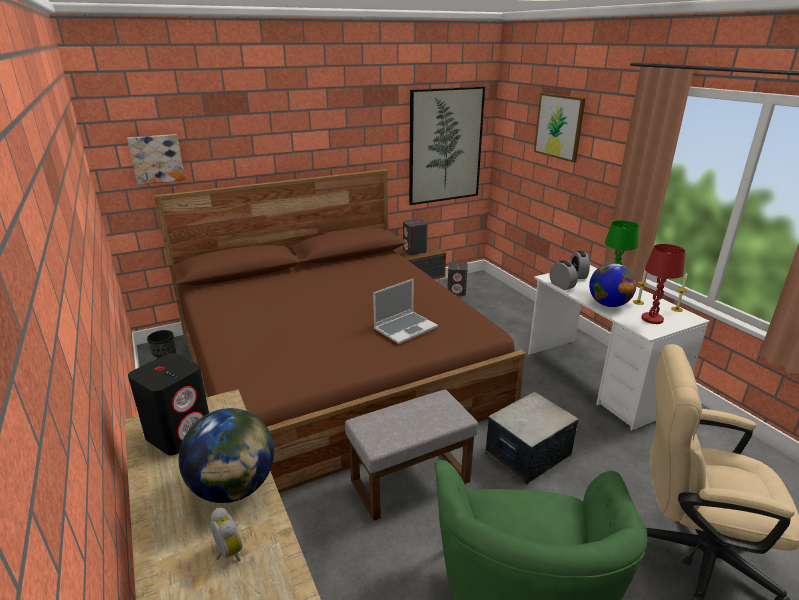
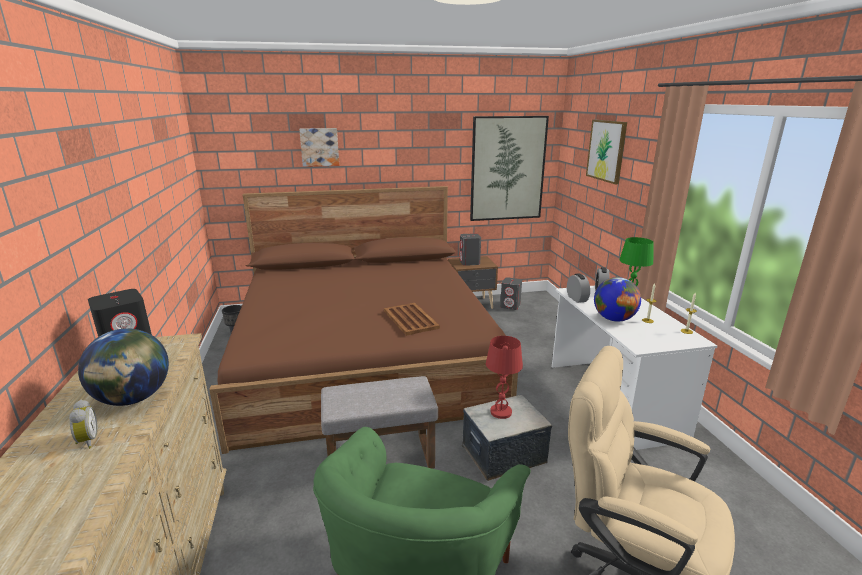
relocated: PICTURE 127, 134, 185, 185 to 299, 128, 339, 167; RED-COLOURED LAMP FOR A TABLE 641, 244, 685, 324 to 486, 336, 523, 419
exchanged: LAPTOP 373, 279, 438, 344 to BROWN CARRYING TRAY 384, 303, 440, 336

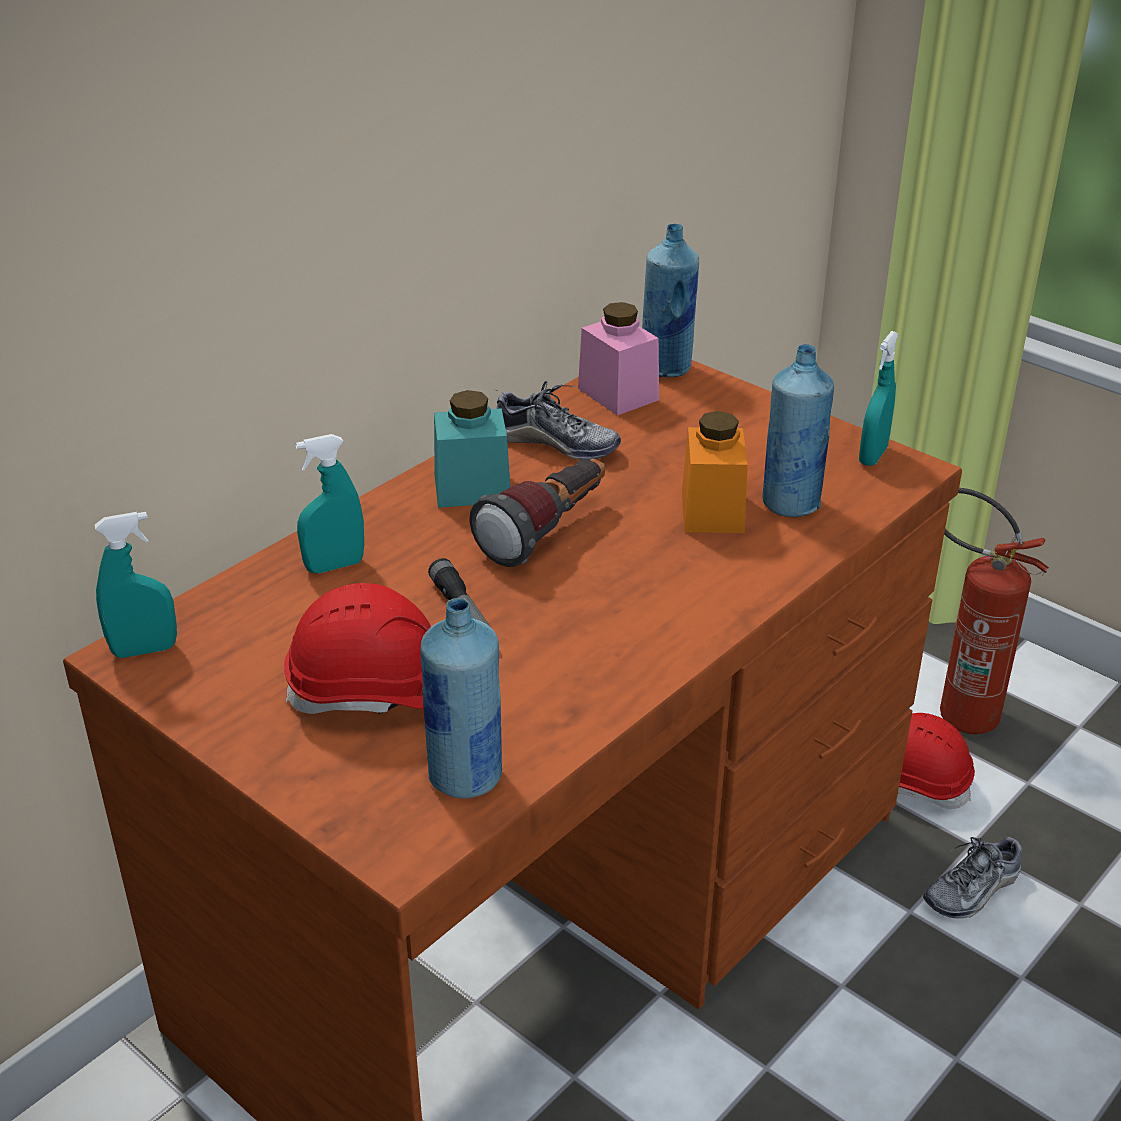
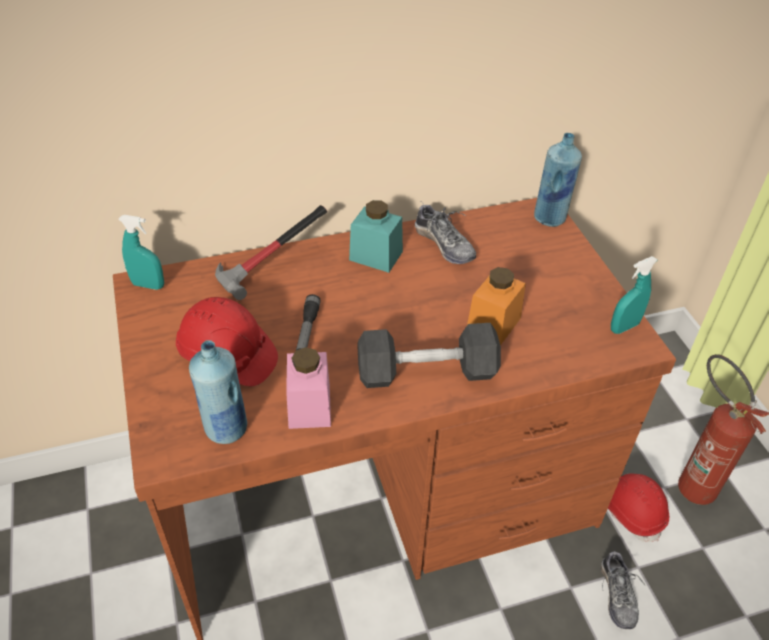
missing: FLASHLIGHT 469, 459, 605, 567; BLUISH DRINK BOTTLE 762, 344, 834, 517
appeared: BLACKISH HAND WEIGHT 357, 323, 501, 388
relocated: PINK-COLOURED STORAGE JAR 578, 302, 659, 415 to 286, 347, 331, 429
exchanged: TURQUOISE-COLOURED SPRAY BOTTLE 295, 434, 364, 573 to HAMMER 215, 205, 327, 300
spun: ITEM OF FOOTWEAR 923, 836, 1022, 919 = 601, 548, 645, 629 90 degrees counterclockwise

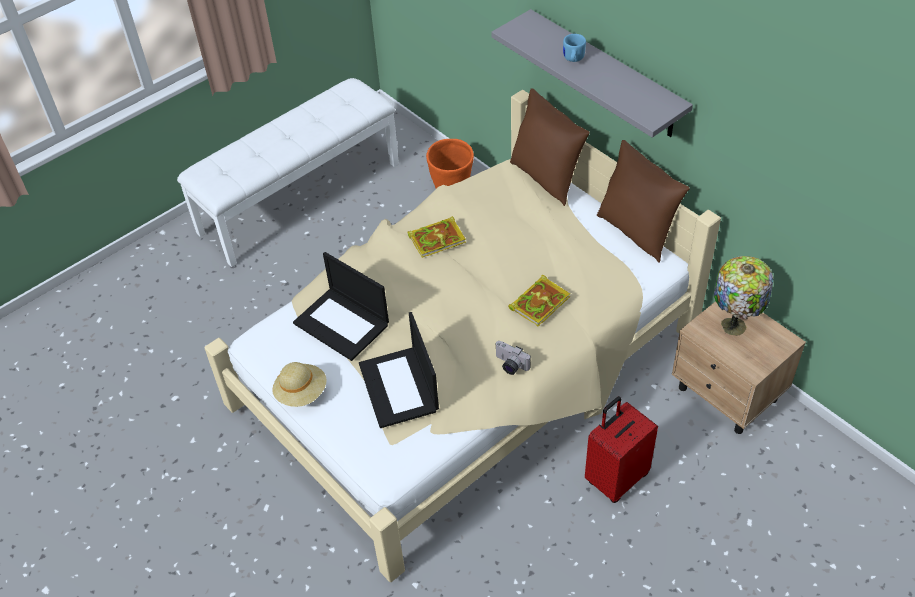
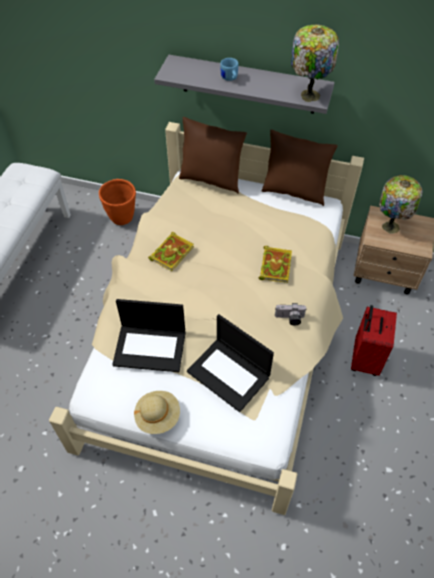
appeared: LAMP FOR A TABLE 291, 24, 339, 102

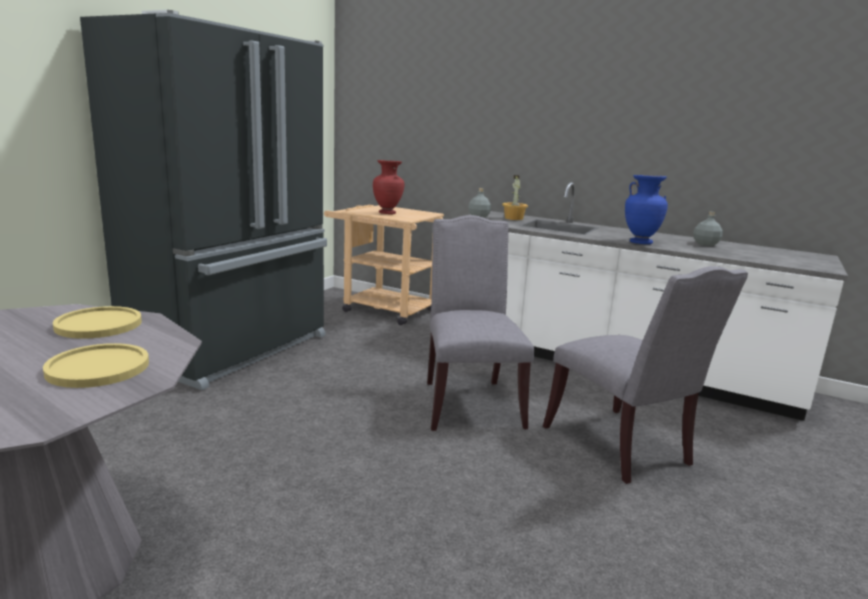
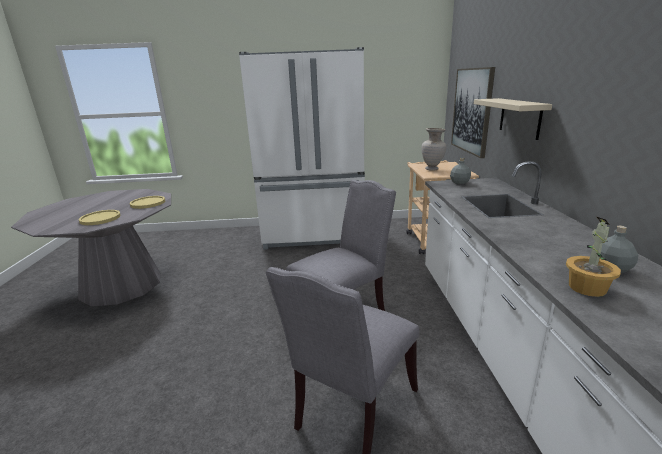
missing: BLUISH FLOWER VASE 625, 175, 668, 244
appeared: PICTURE 451, 67, 495, 158; BEIGE-COLOURED WALL SHELF 474, 98, 552, 140
relocated: POTTED PLANT 502, 175, 528, 220 to 566, 217, 621, 297
colour: BLACKISH REFRIGERATOR 80, 10, 327, 390 to WHITISH REFRIGERATOR 239, 47, 365, 250; RED-COLOURED FLOWER VASE 373, 160, 404, 214 to BEIGE-COLOURED FLOWER VASE 421, 128, 447, 171

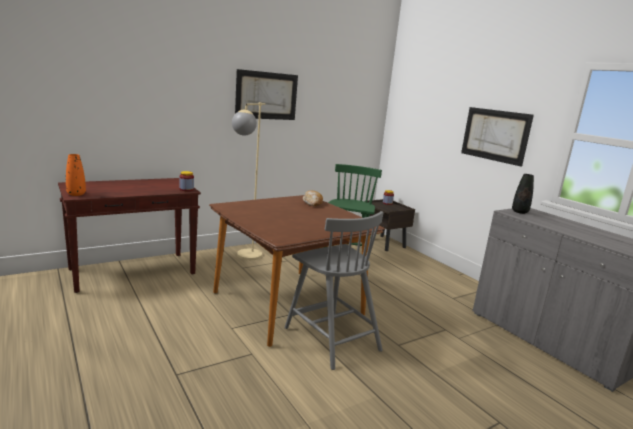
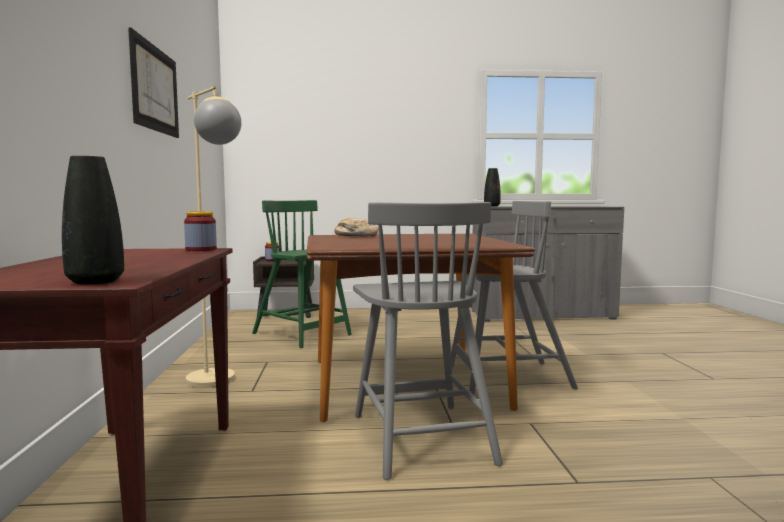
missing: PICTURE 461, 107, 534, 167
appeared: GRAY CHAIR 353, 202, 503, 480
colour: ORANGEY FLOWER VASE 66, 154, 86, 196 to BLACKISH FLOWER VASE 62, 156, 124, 285

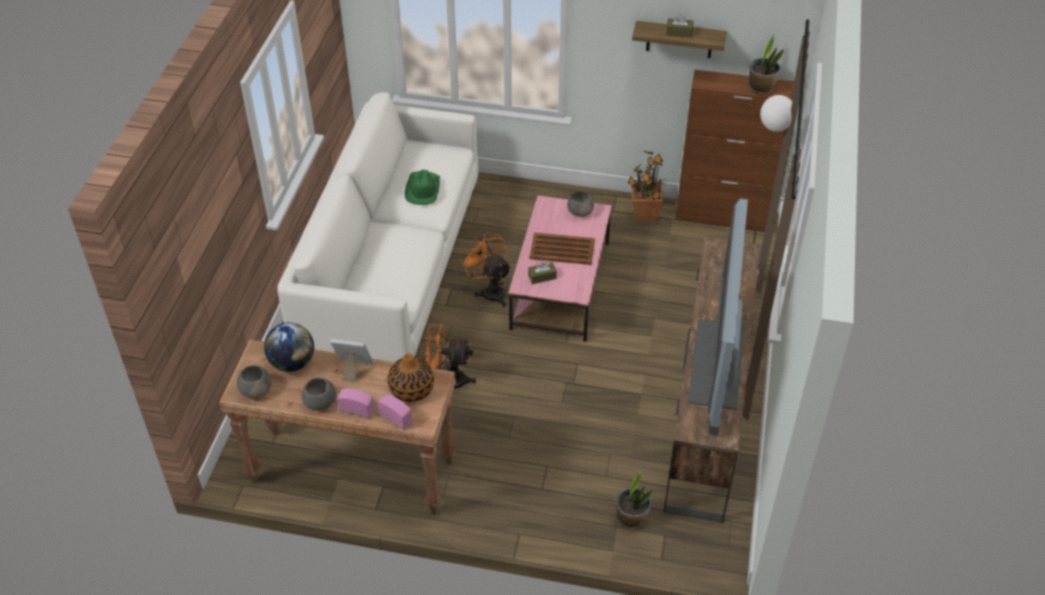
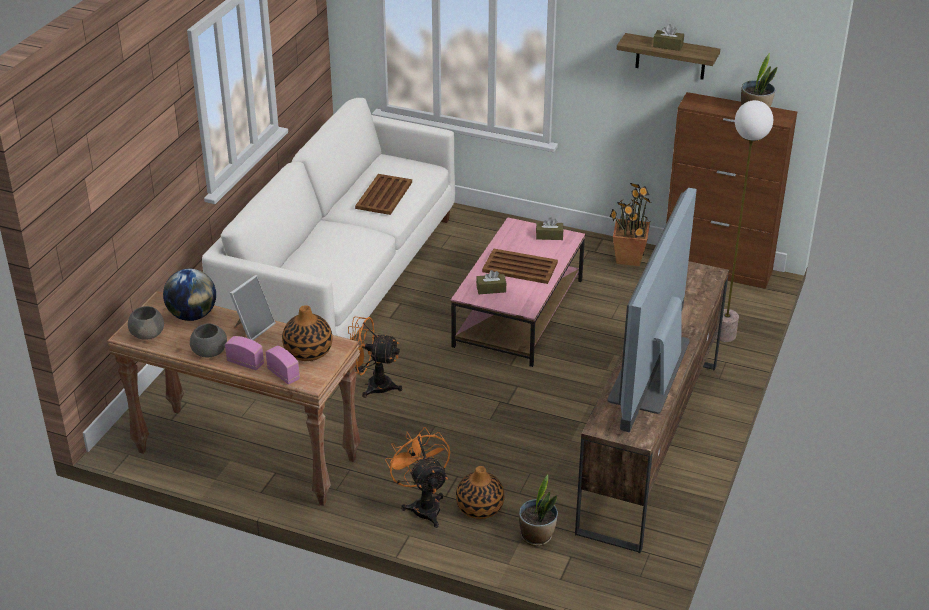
appeared: FLOWER VASE 456, 466, 504, 519
relocated: ORANGEY COOLING FAN 460, 232, 511, 307 to 385, 427, 450, 528
exchanged: GREEN CLOTHING HAT 404, 170, 440, 205 to BROWN CARRYING TRAY 355, 174, 412, 215; GRAY BOWL 567, 191, 594, 217 to BROWN TISSUE HOLDER 536, 217, 564, 240
spun: PHOTO FRAME 330, 339, 374, 383 = 230, 275, 276, 340 105 degrees clockwise

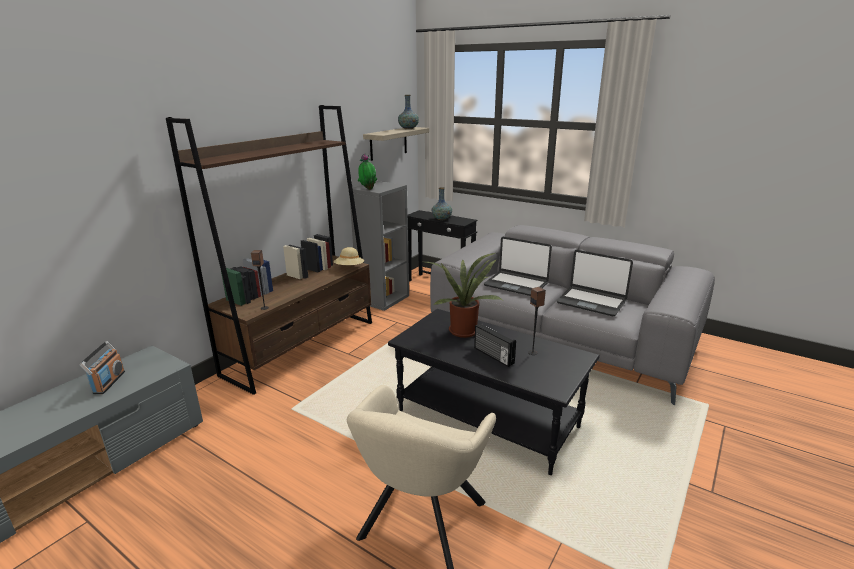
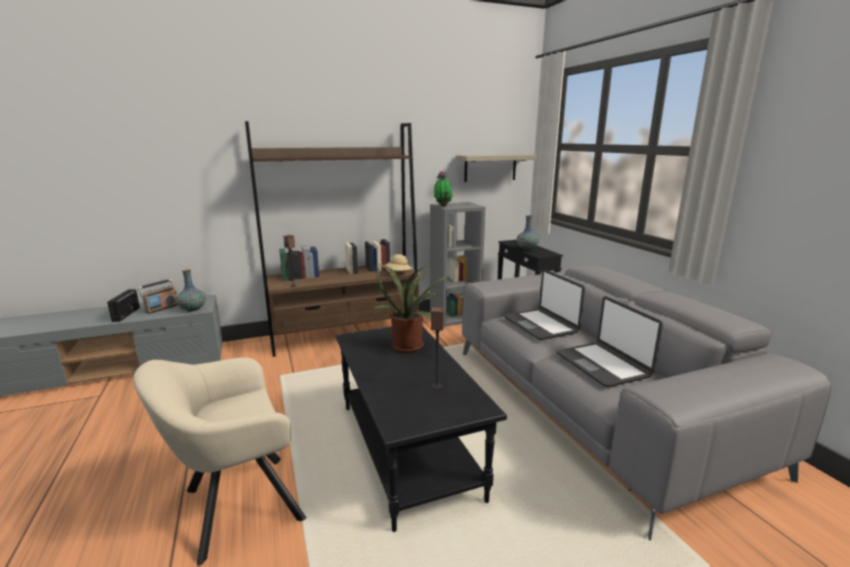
relocated: RADIO RECEIVER 474, 323, 516, 367 to 107, 289, 140, 322; FLOWER VASE 398, 95, 419, 129 to 176, 270, 206, 311

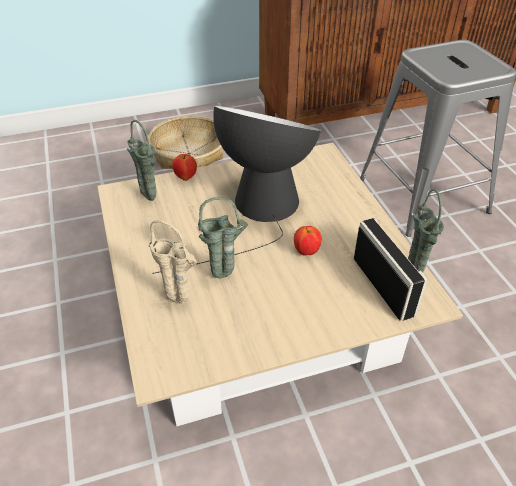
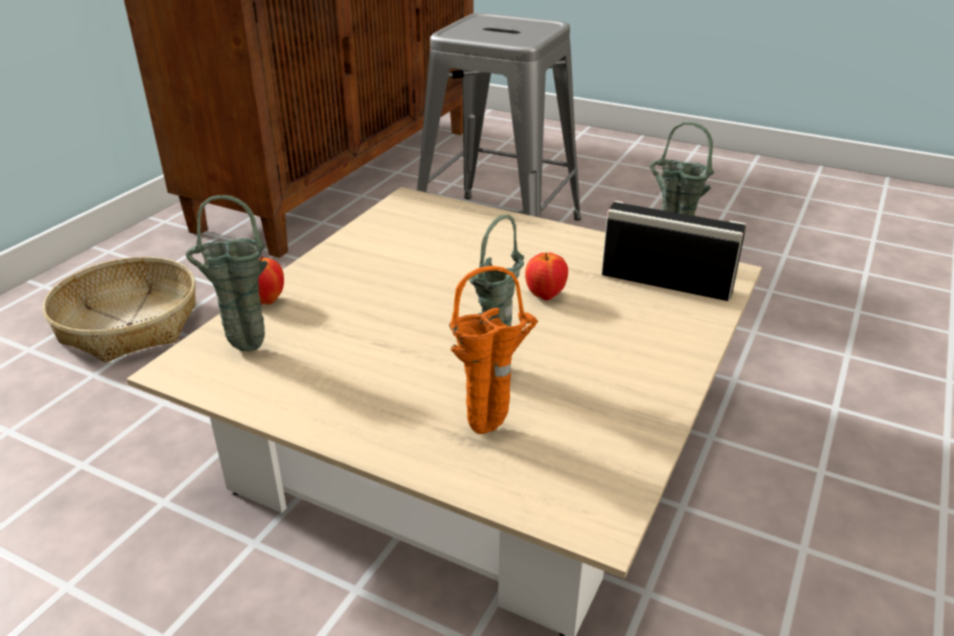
missing: LAMP FOR A TABLE 152, 106, 321, 274
colour: BEIGE-COLOURED FLOWER VASE 149, 220, 197, 304 to ORANGEY FLOWER VASE 449, 266, 538, 434

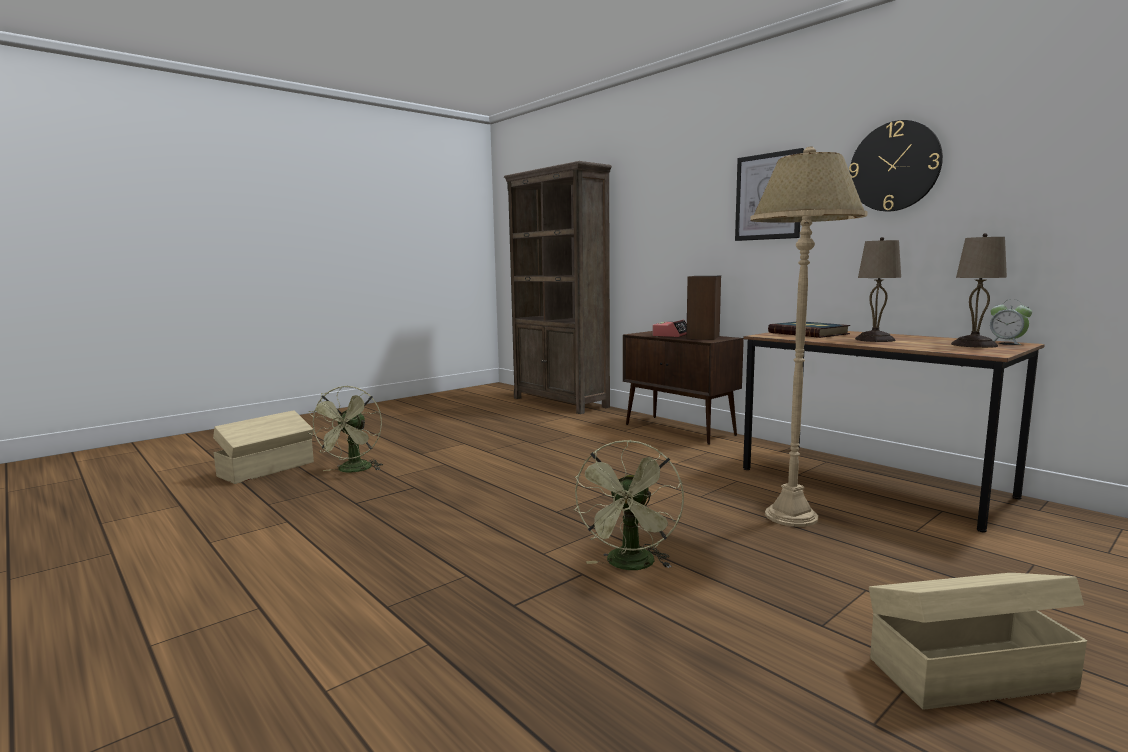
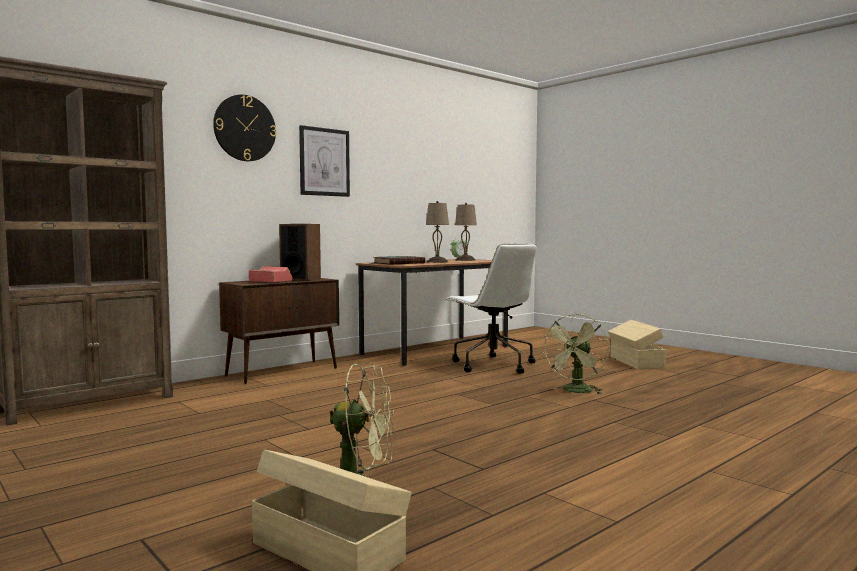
relocated: CLOCK ON THE WALL 849, 120, 943, 211 to 213, 94, 276, 161
exchanged: BEIGE-COLOURED STANDING LAMP 750, 147, 868, 527 to WHITISH DESK CHAIR 445, 243, 537, 374
spun: GREEN COOLING FAN 573, 440, 684, 570 = 542, 314, 609, 394 105 degrees clockwise

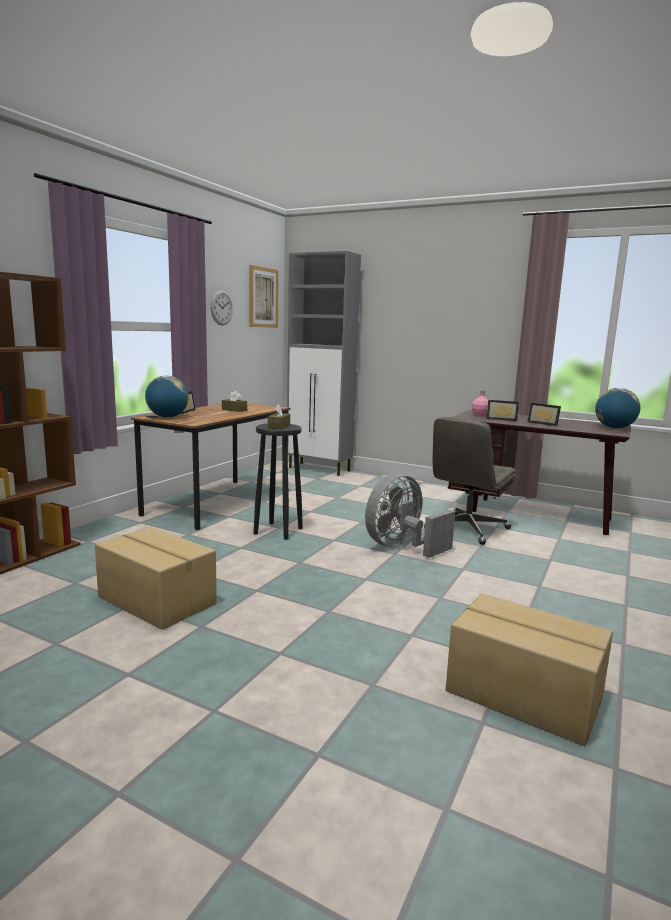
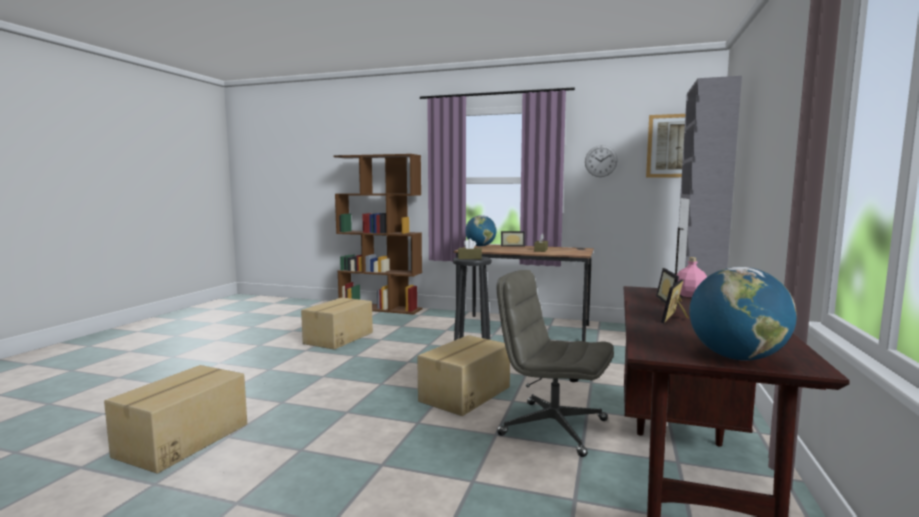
exchanged: GRAY COOLING FAN 365, 473, 455, 558 to PACKING BOX 417, 335, 510, 416

